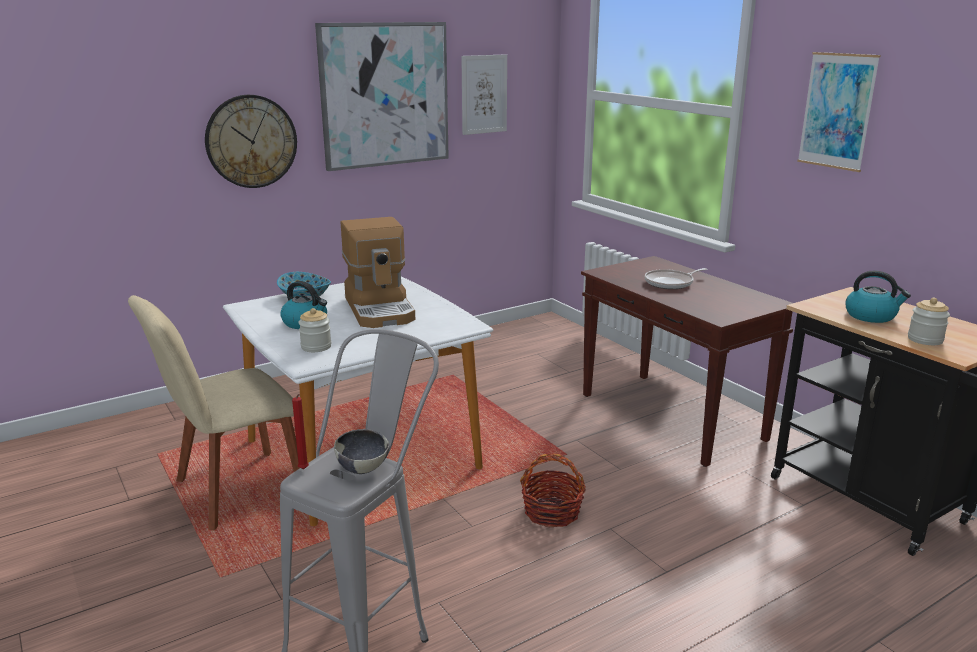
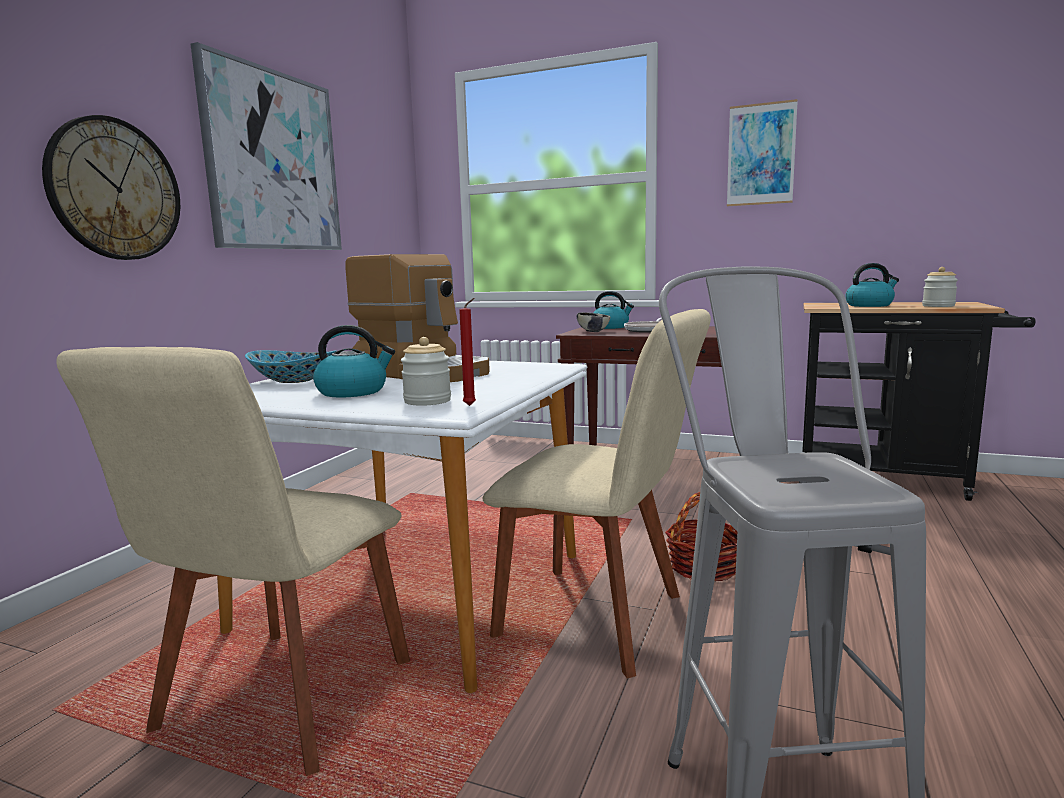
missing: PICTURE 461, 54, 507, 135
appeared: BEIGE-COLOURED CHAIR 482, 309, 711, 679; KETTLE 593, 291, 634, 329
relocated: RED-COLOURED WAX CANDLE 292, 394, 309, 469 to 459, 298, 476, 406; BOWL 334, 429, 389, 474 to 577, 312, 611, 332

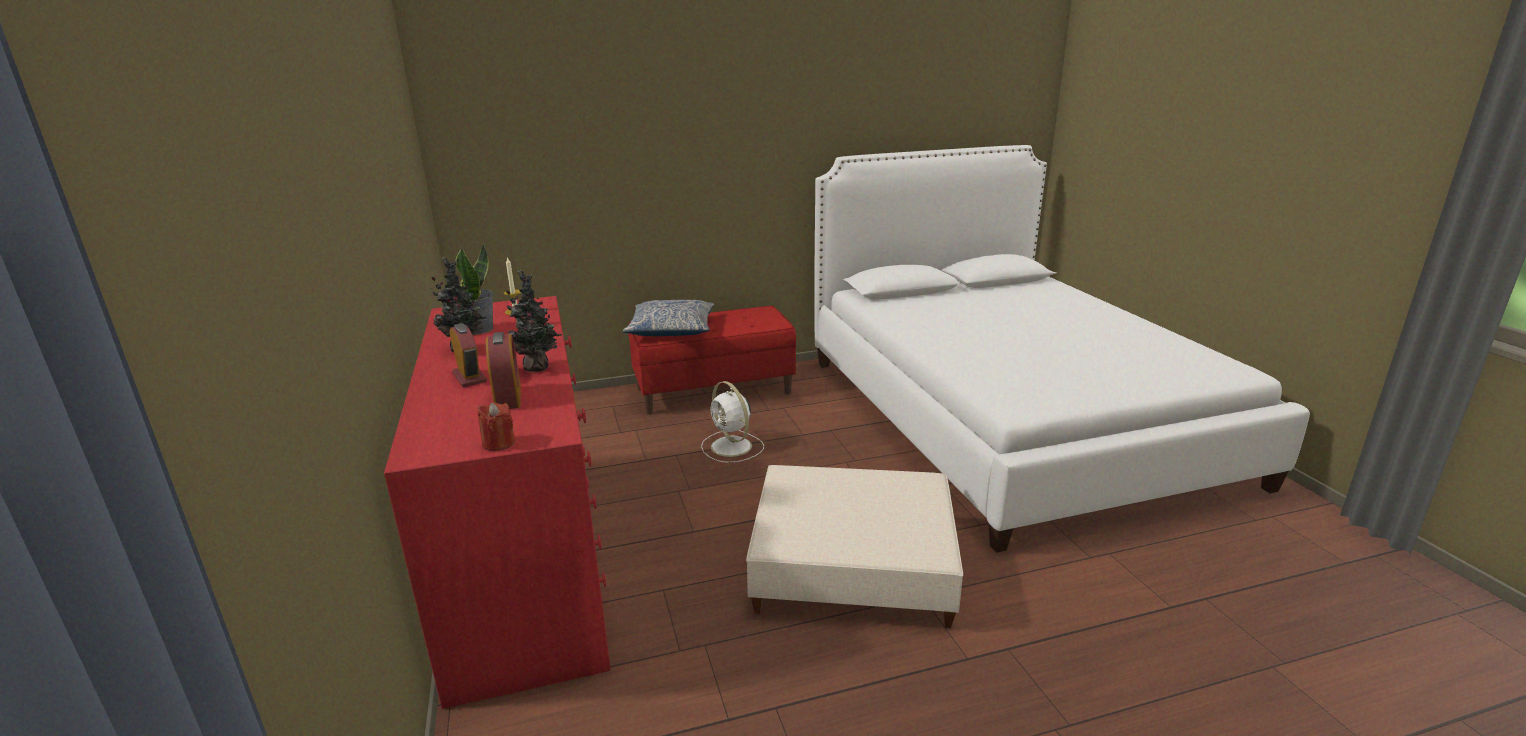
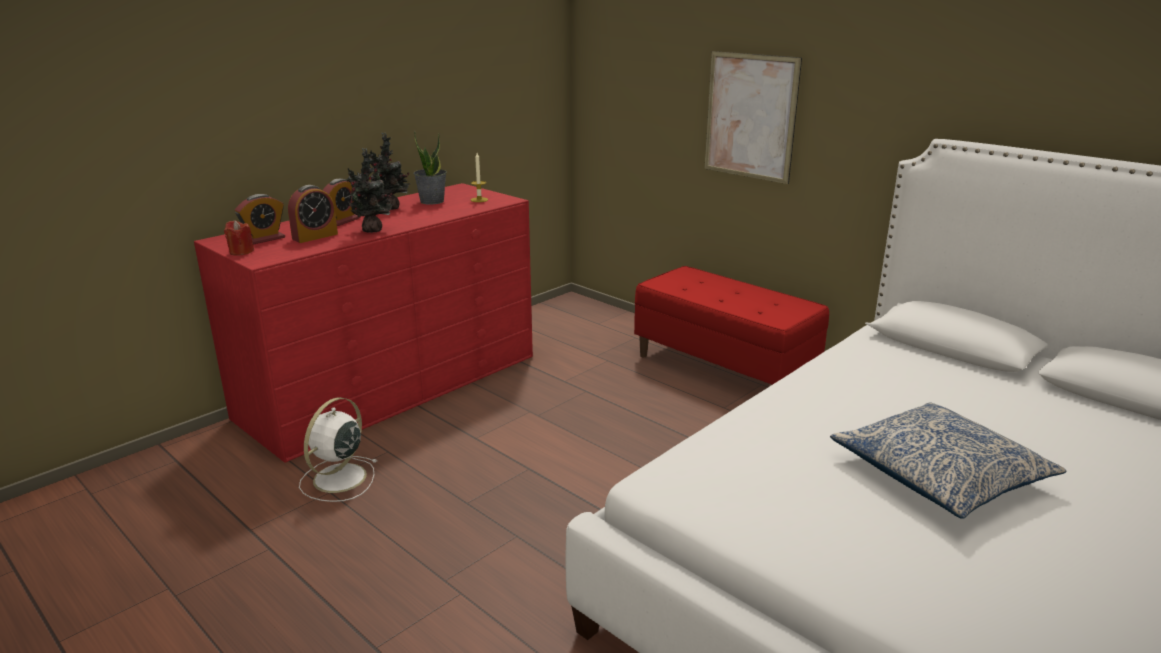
missing: BEIGE-COLOURED POUFFE 746, 465, 963, 628
appeared: TABLE CLOCK 235, 194, 285, 245; PICTURE 704, 51, 802, 184
relocated: WHITISH COOLING FAN 701, 381, 764, 463 to 299, 397, 377, 502; PILLOW 623, 300, 714, 336 to 830, 402, 1066, 519

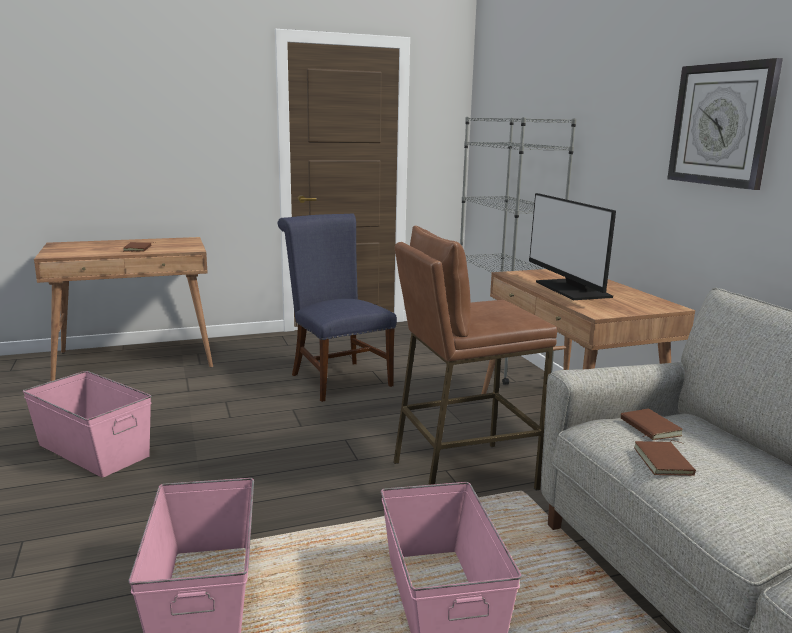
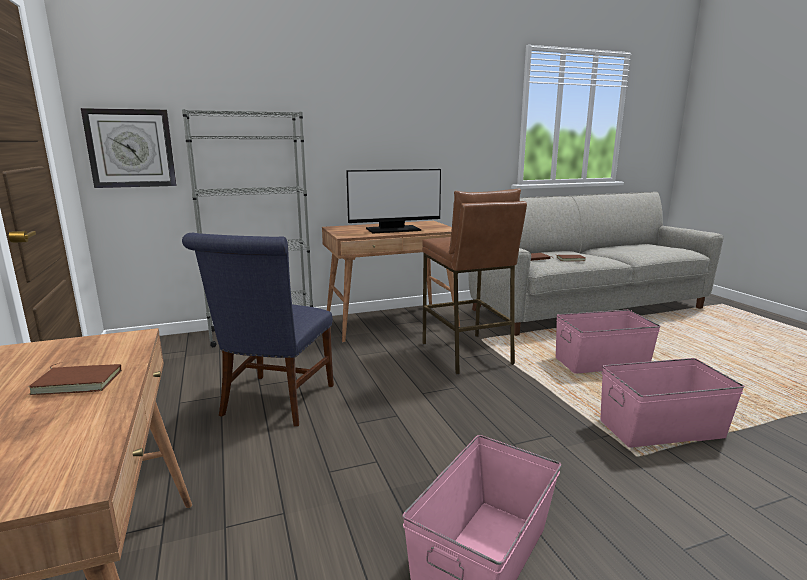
relocated: CLOCK ON THE WALL 667, 58, 783, 190 to 81, 108, 177, 188
spun: BLUISH CHAIR 278, 213, 397, 402 = 182, 233, 334, 426 45 degrees counterclockwise

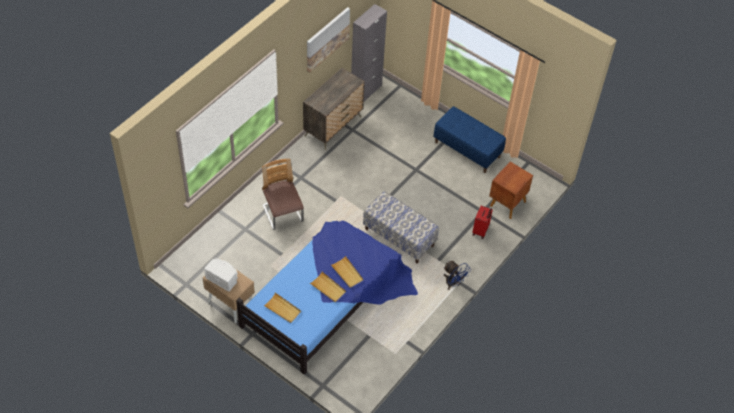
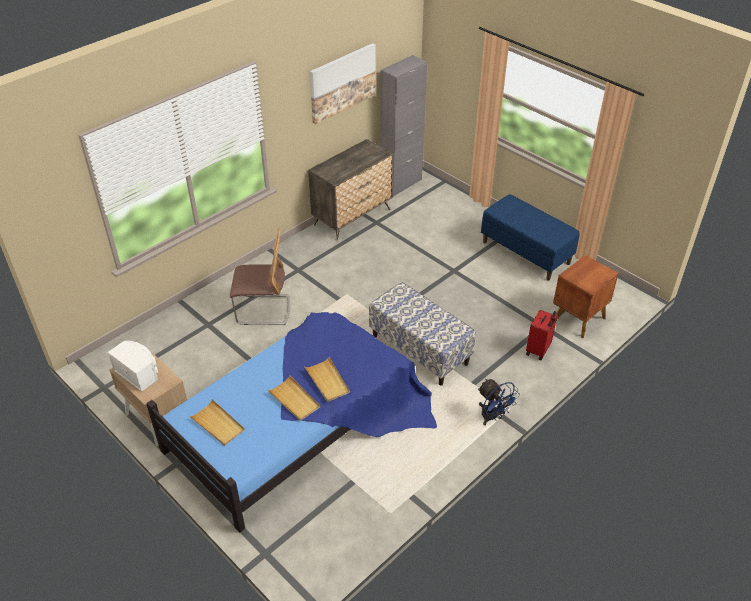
spun: CHAIR 262, 159, 304, 230 = 230, 228, 290, 325 105 degrees clockwise

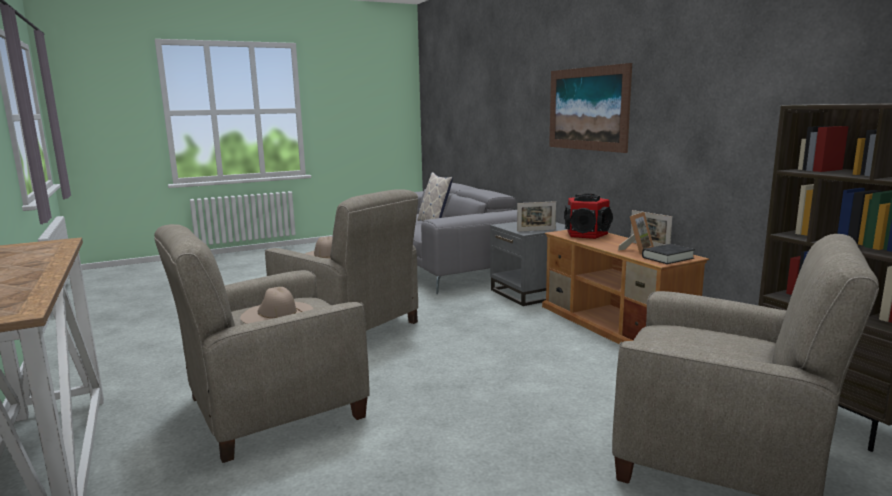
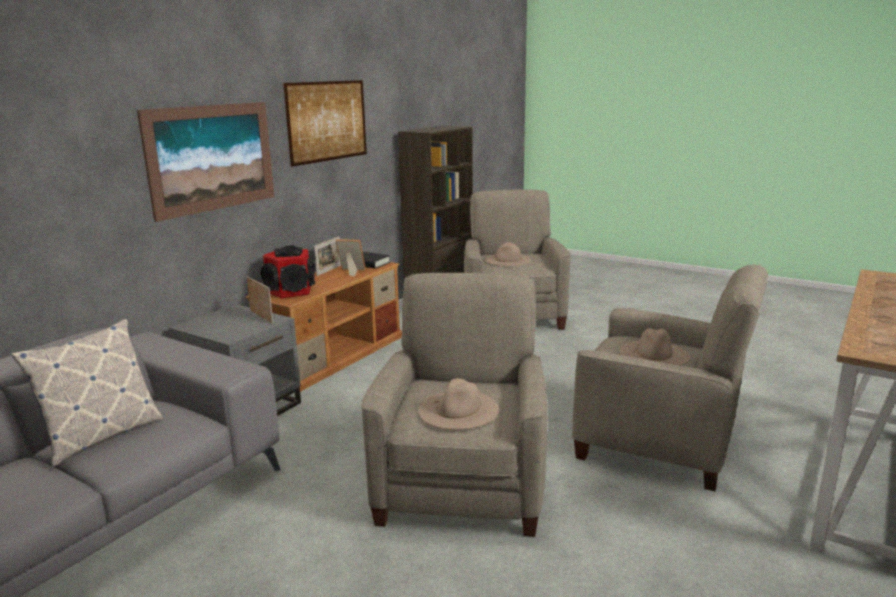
appeared: PICTURE 283, 80, 367, 167; BEIGE-COLOURED CLOTHING HAT 485, 242, 531, 266

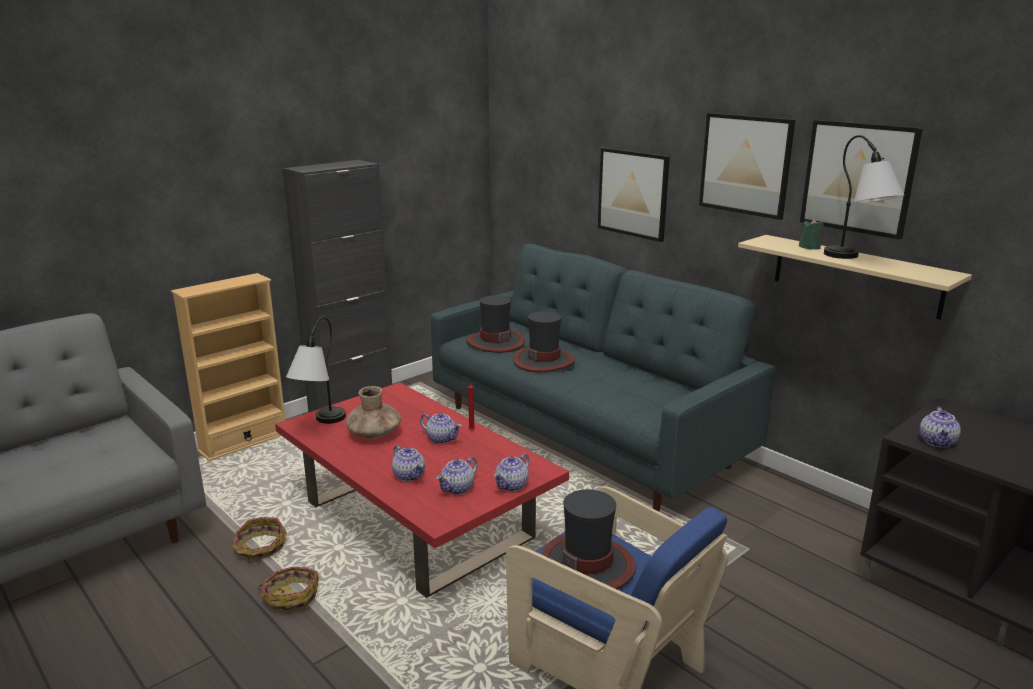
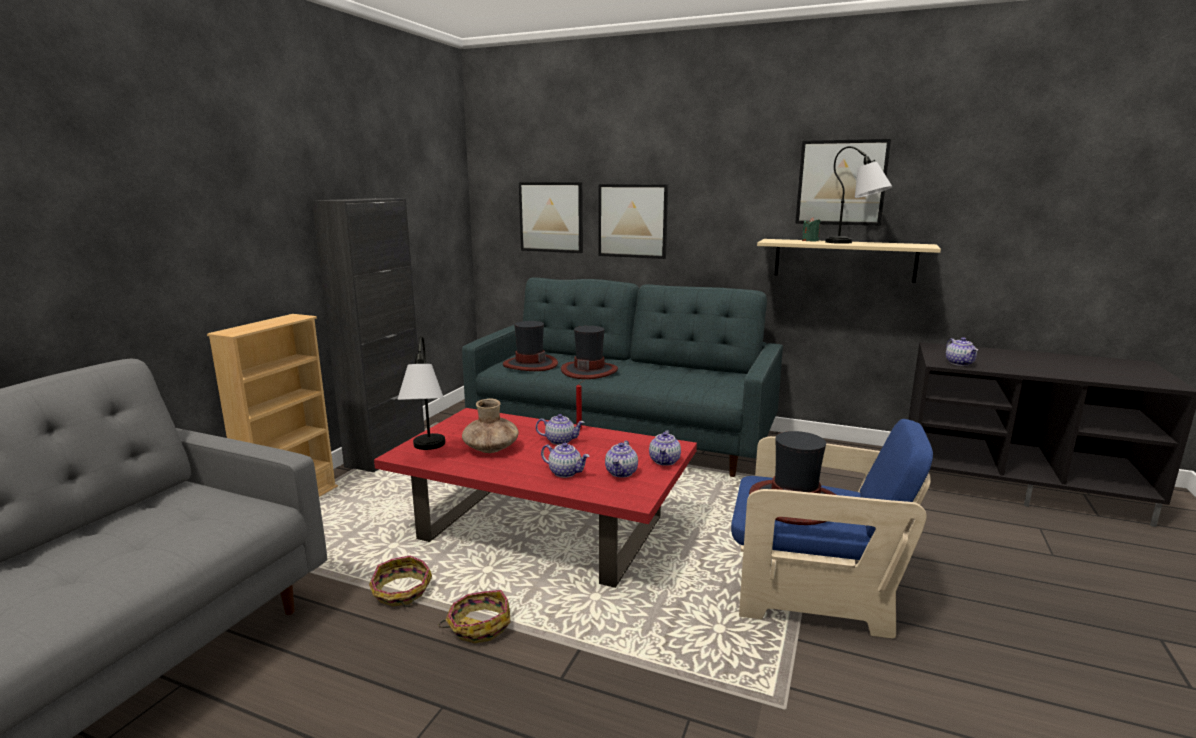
relocated: PICTURE 699, 113, 795, 220 to 519, 182, 583, 253

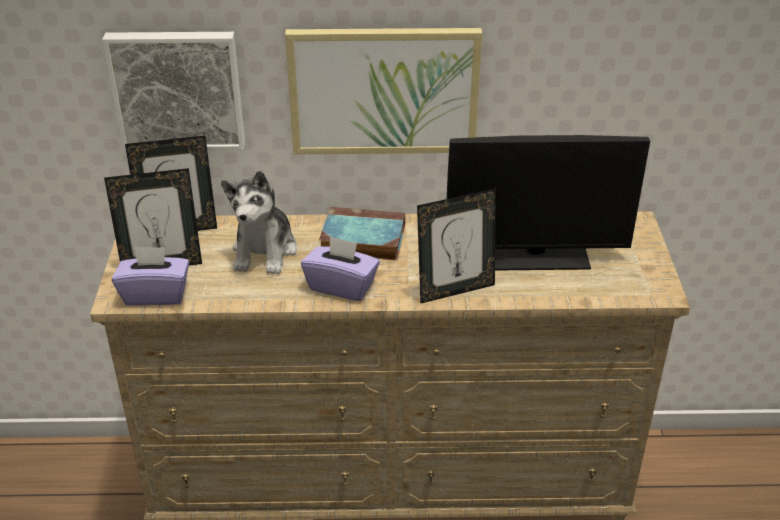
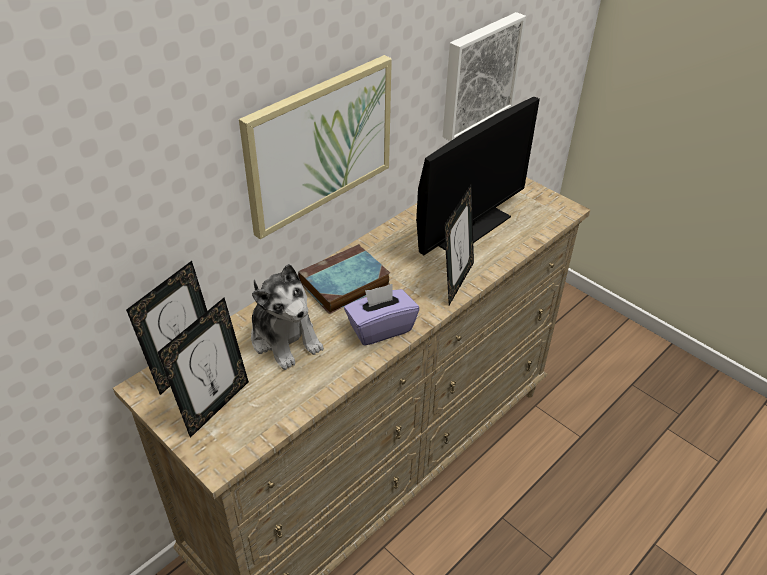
missing: PURPLE-COLOURED TISSUE HOLDER 112, 247, 189, 306
relocated: PICTURE 102, 32, 245, 151 to 443, 12, 526, 141

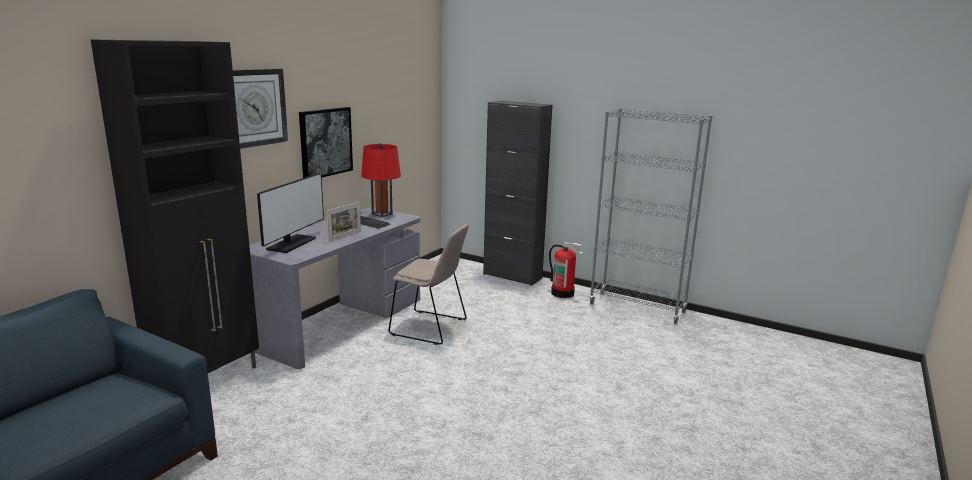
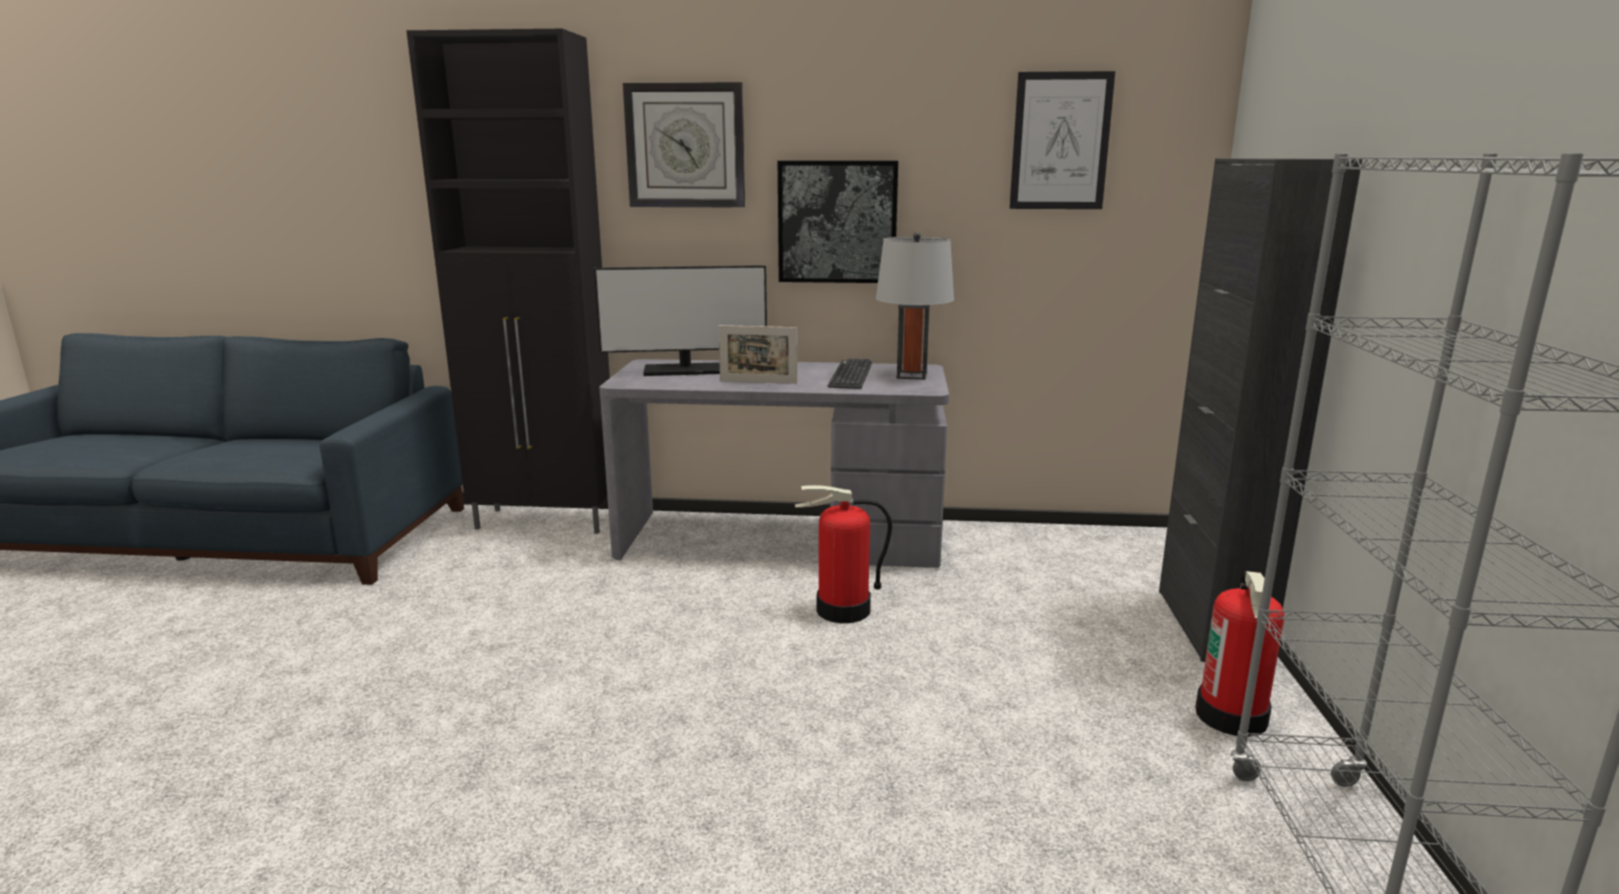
appeared: PICTURE 1010, 71, 1115, 209
exchanged: BEIGE-COLOURED CHAIR 389, 224, 469, 345 to FIRE EXTINGUISHER 795, 485, 892, 623
colour: RED-COLOURED LAMP FOR A TABLE 361, 143, 401, 217 to GRAY LAMP FOR A TABLE 876, 232, 954, 380

